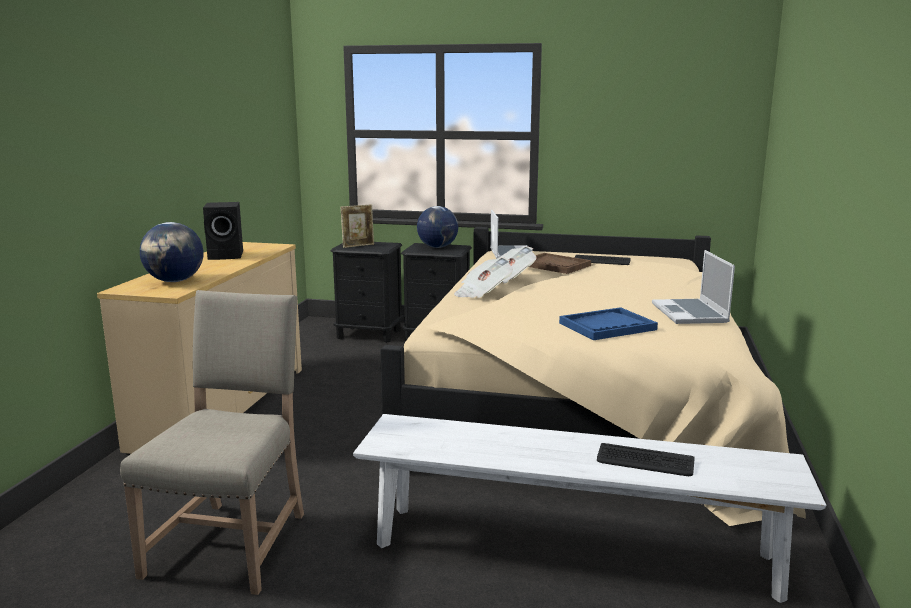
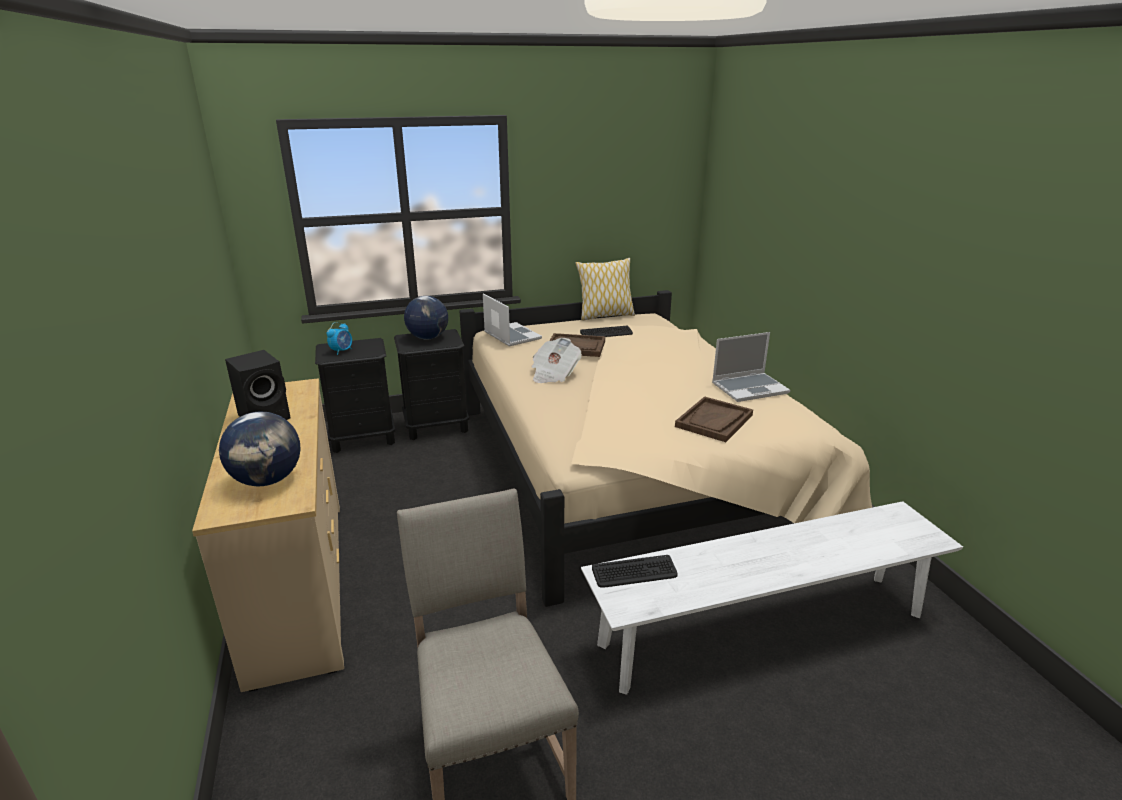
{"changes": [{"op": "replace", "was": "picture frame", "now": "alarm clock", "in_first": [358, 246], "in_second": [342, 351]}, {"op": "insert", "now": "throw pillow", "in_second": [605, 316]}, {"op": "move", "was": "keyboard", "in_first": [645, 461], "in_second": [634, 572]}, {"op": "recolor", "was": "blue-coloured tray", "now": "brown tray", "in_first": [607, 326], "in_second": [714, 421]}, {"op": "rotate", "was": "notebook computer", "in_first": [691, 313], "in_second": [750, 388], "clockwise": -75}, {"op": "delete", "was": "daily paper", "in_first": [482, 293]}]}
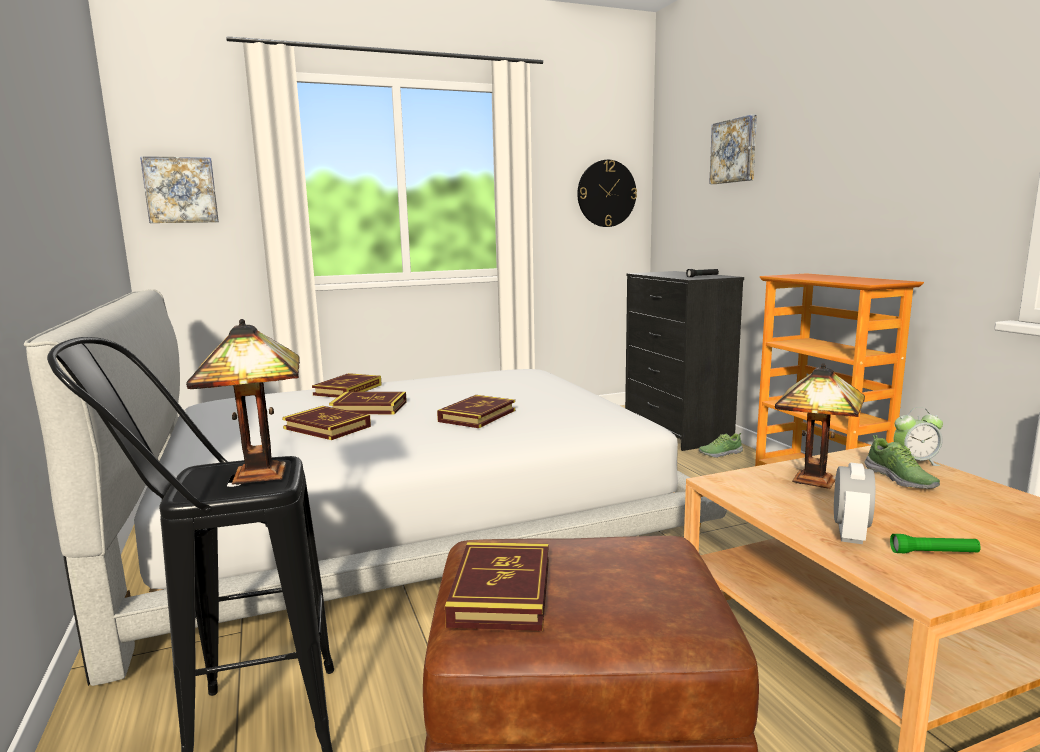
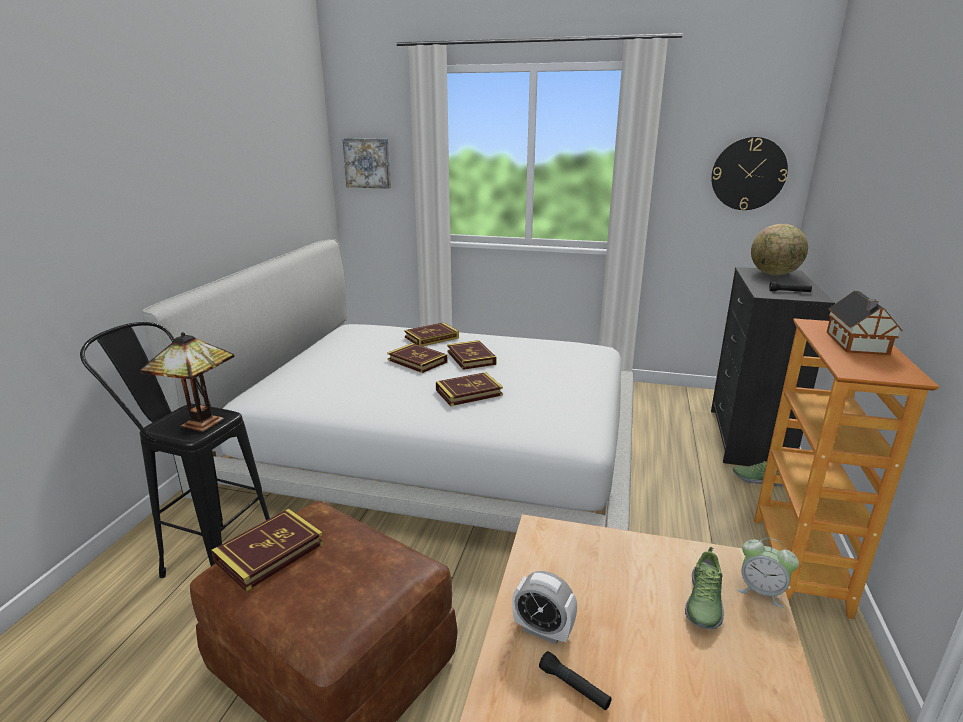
{"changes": [{"op": "move", "was": "bound book", "in_first": [327, 427], "in_second": [471, 358]}, {"op": "rotate", "was": "alarm clock", "in_first": [850, 534], "in_second": [543, 631], "clockwise": 60}, {"op": "recolor", "was": "greenish hand torch", "now": "blackish hand torch", "in_first": [934, 553], "in_second": [574, 687]}, {"op": "insert", "now": "world globe", "in_second": [774, 274]}, {"op": "insert", "now": "toy house", "in_second": [857, 344]}, {"op": "delete", "was": "wall art", "in_first": [735, 151]}, {"op": "delete", "was": "tabletop lamp", "in_first": [816, 481]}]}
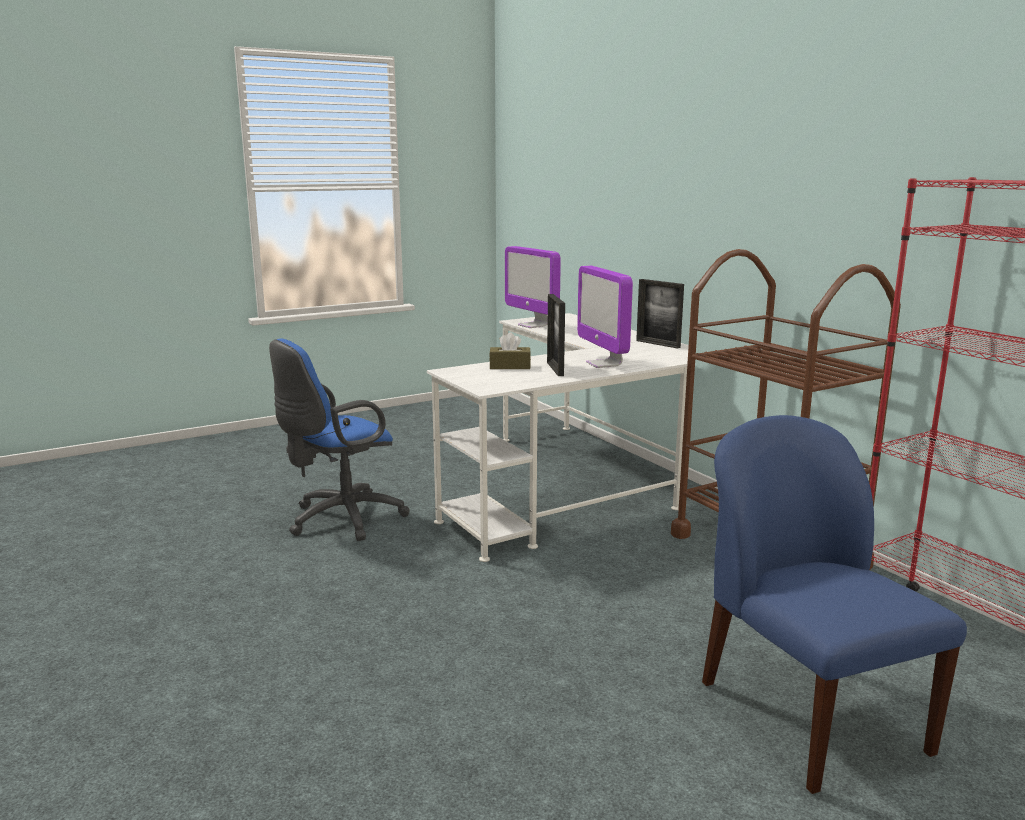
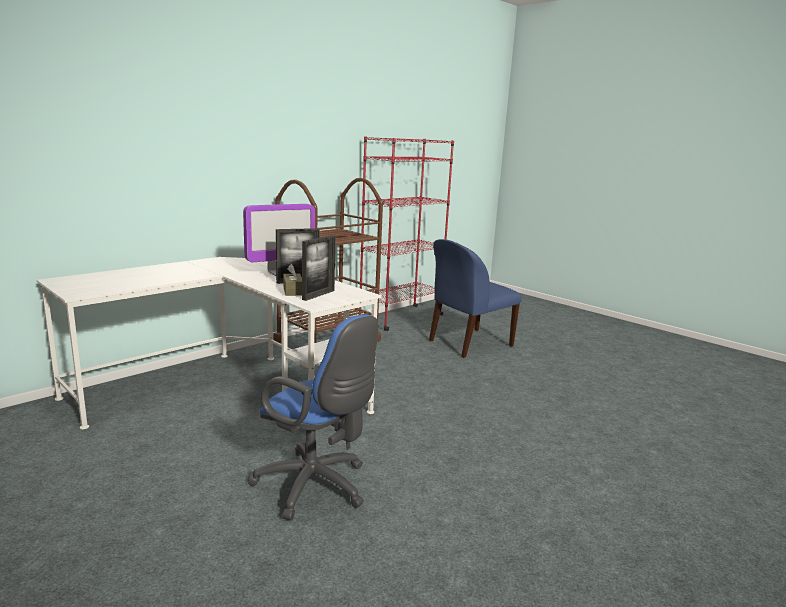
{"changes": [{"op": "move", "was": "picture frame", "in_first": [658, 344], "in_second": [318, 295]}, {"op": "delete", "was": "monitor", "in_first": [533, 325]}]}
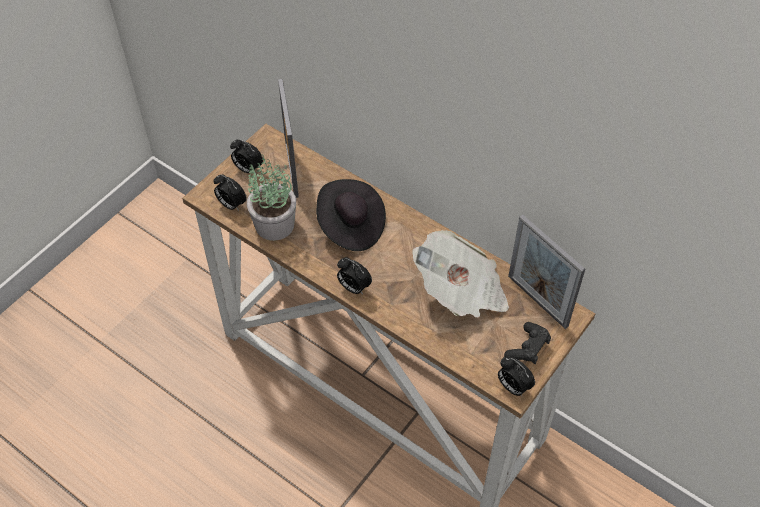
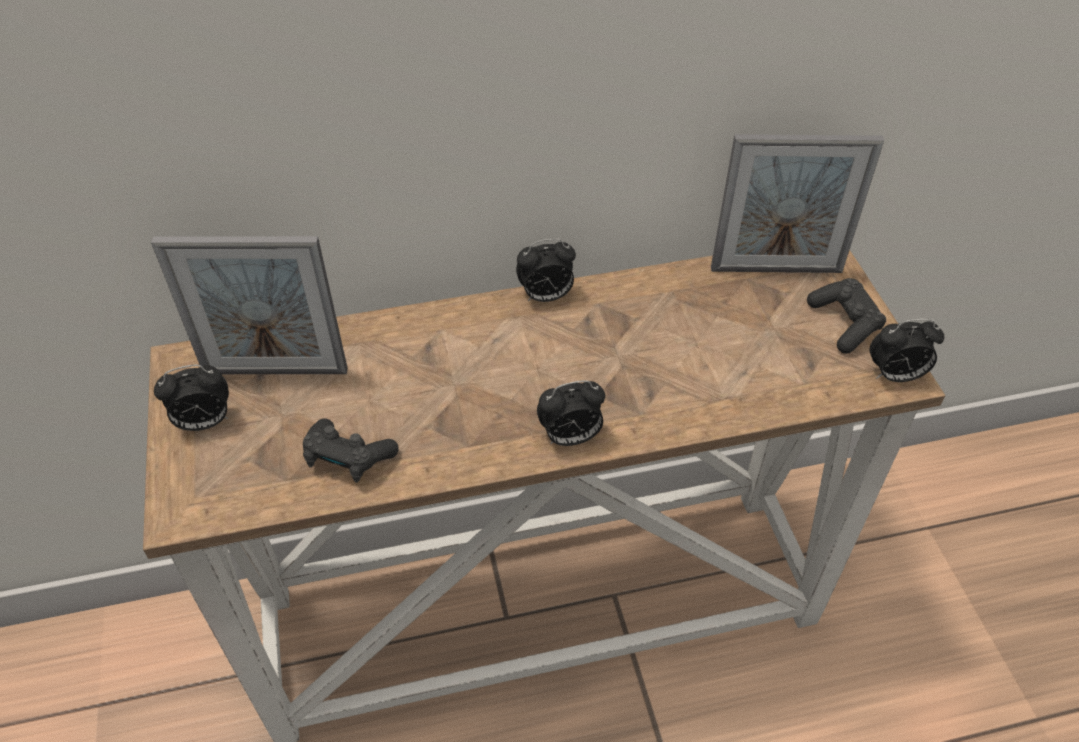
{"changes": [{"op": "rotate", "was": "picture frame", "in_first": [292, 169], "in_second": [275, 371], "clockwise": 150}, {"op": "replace", "was": "potted plant", "now": "blackish gamepad", "in_first": [273, 224], "in_second": [348, 459]}, {"op": "move", "was": "alarm clock", "in_first": [231, 204], "in_second": [545, 296]}, {"op": "delete", "was": "blackish clothing hat", "in_first": [350, 226]}, {"op": "delete", "was": "daily paper", "in_first": [461, 291]}]}
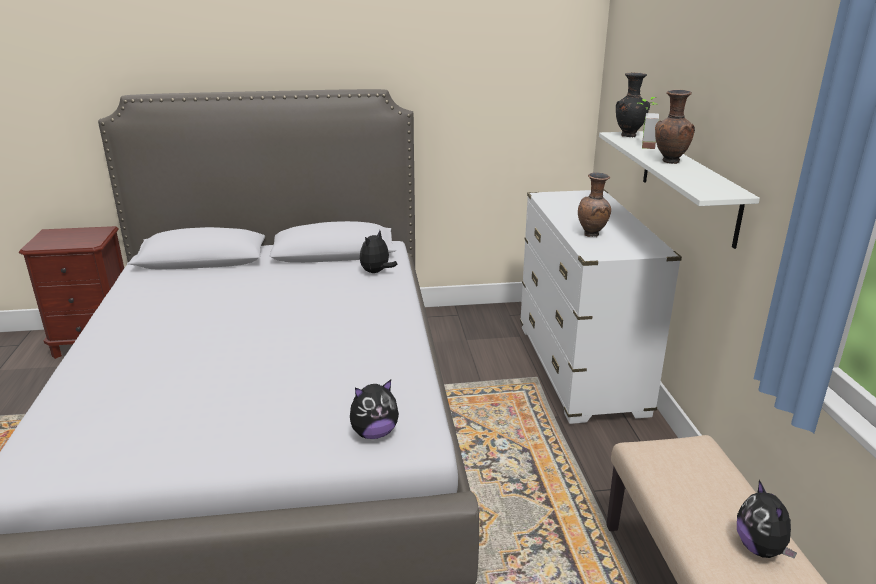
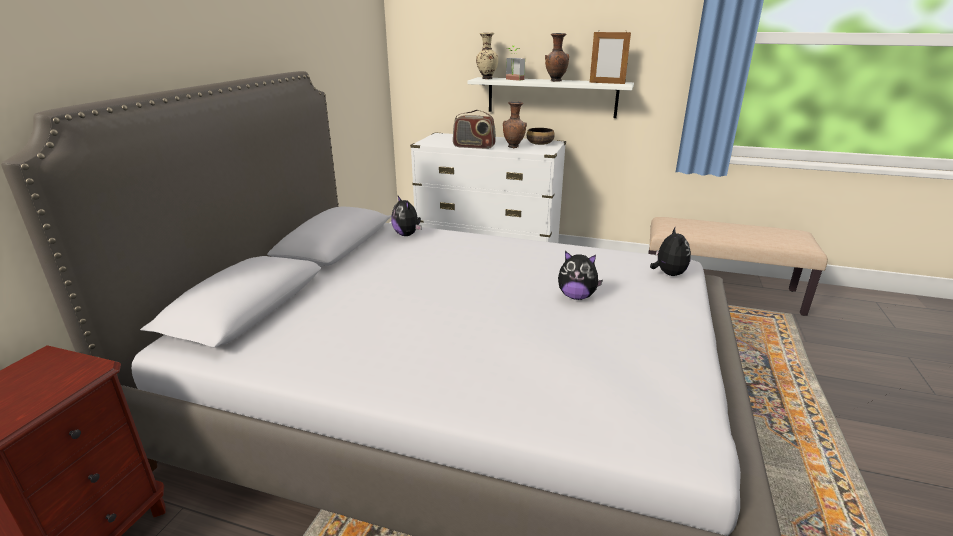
{"changes": [{"op": "insert", "now": "radio", "in_second": [474, 146]}, {"op": "recolor", "was": "blackish flower vase", "now": "beige flower vase", "in_first": [628, 135], "in_second": [486, 79]}, {"op": "insert", "now": "deep dish", "in_second": [539, 144]}, {"op": "move", "was": "cuddly toy", "in_first": [761, 548], "in_second": [576, 296]}, {"op": "insert", "now": "picture frame", "in_second": [607, 83]}]}
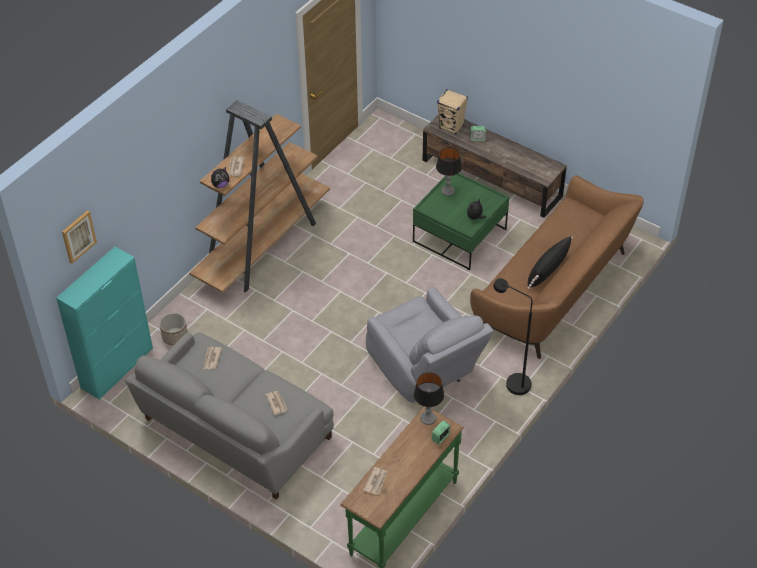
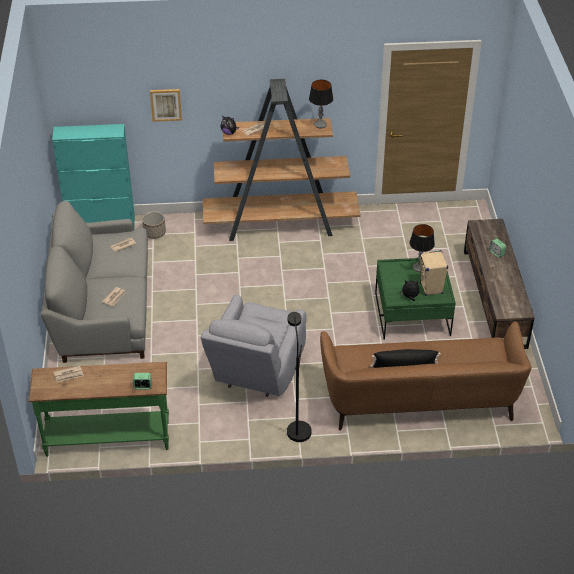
{"changes": [{"op": "move", "was": "wall art", "in_first": [78, 236], "in_second": [166, 104]}, {"op": "move", "was": "tabletop lamp", "in_first": [428, 418], "in_second": [320, 124]}, {"op": "move", "was": "beige speaker", "in_first": [451, 127], "in_second": [431, 288]}]}
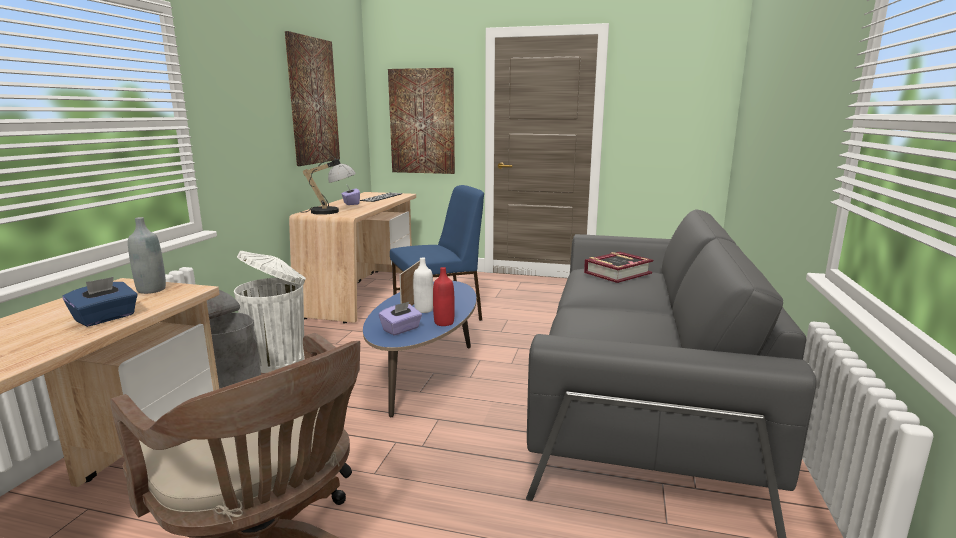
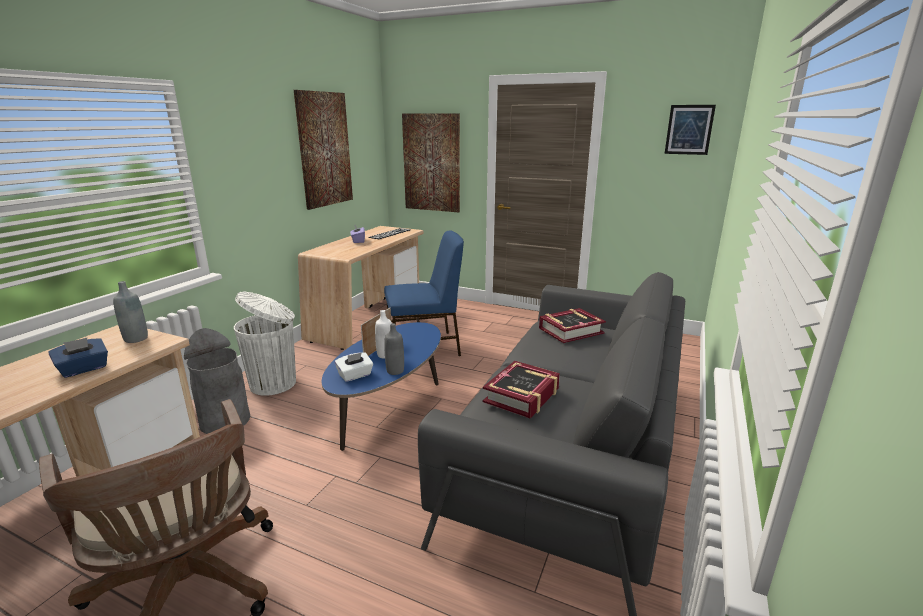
{"changes": [{"op": "recolor", "was": "purplish tissue box", "now": "whitish tissue box", "in_first": [401, 329], "in_second": [355, 375]}, {"op": "recolor", "was": "reddish drink bottle", "now": "greyish drink bottle", "in_first": [444, 322], "in_second": [395, 371]}, {"op": "insert", "now": "bound book", "in_second": [522, 395]}, {"op": "insert", "now": "wall art", "in_second": [689, 129]}, {"op": "delete", "was": "tabletop lamp", "in_first": [333, 212]}]}
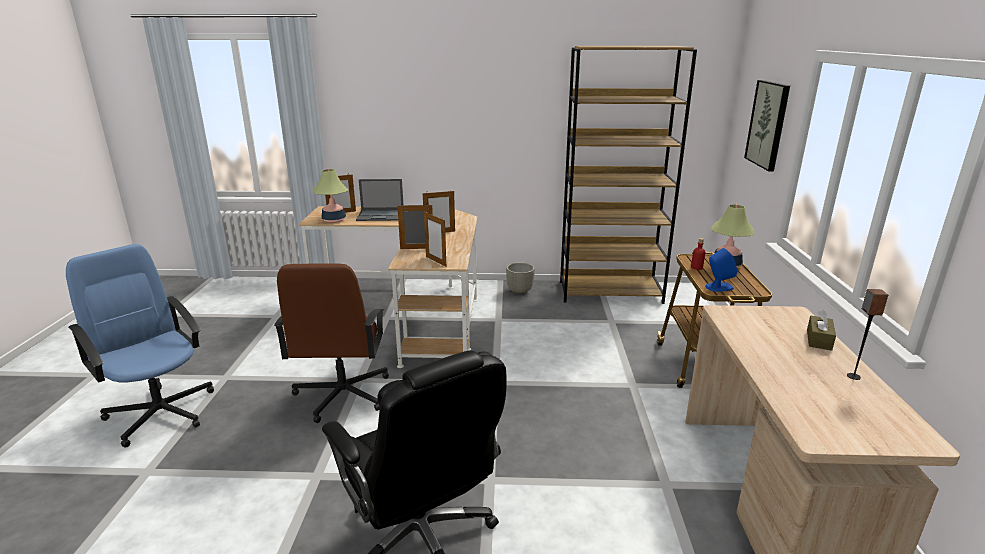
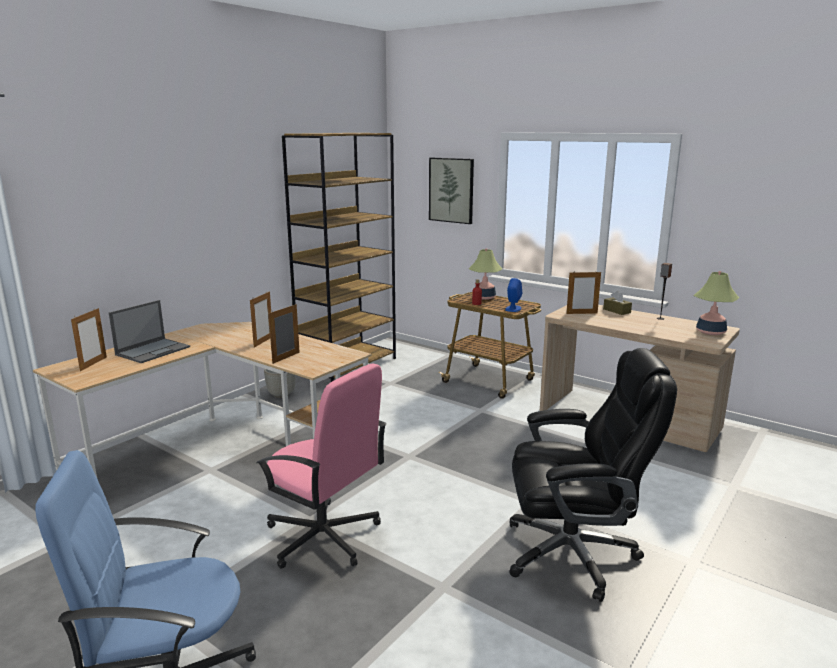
{"changes": [{"op": "recolor", "was": "brown office chair", "now": "pink office chair", "in_first": [342, 395], "in_second": [324, 537]}, {"op": "move", "was": "picture frame", "in_first": [436, 261], "in_second": [581, 313]}, {"op": "move", "was": "tabletop lamp", "in_first": [334, 220], "in_second": [710, 332]}]}
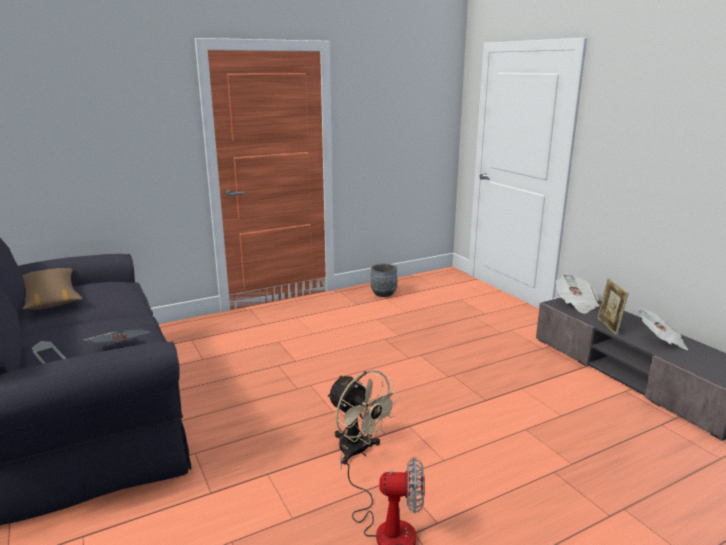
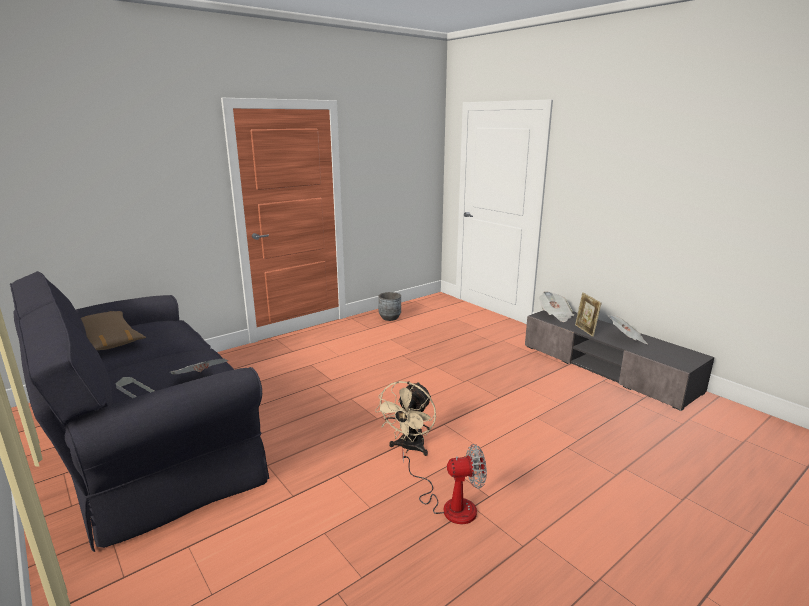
{"changes": [{"op": "rotate", "was": "beige electric fan", "in_first": [359, 451], "in_second": [409, 448], "clockwise": 75}]}
